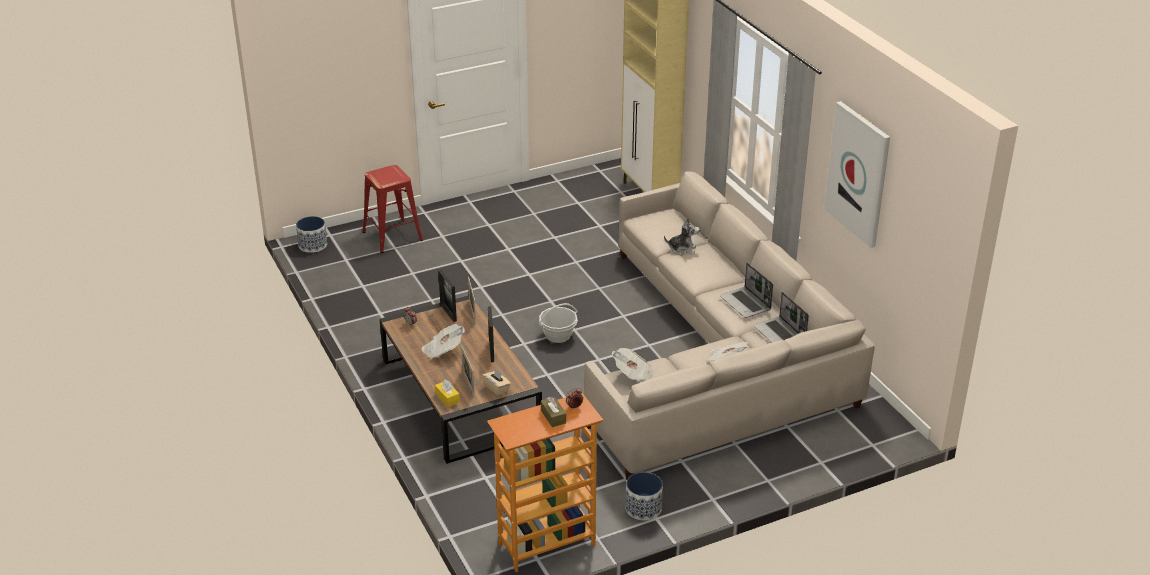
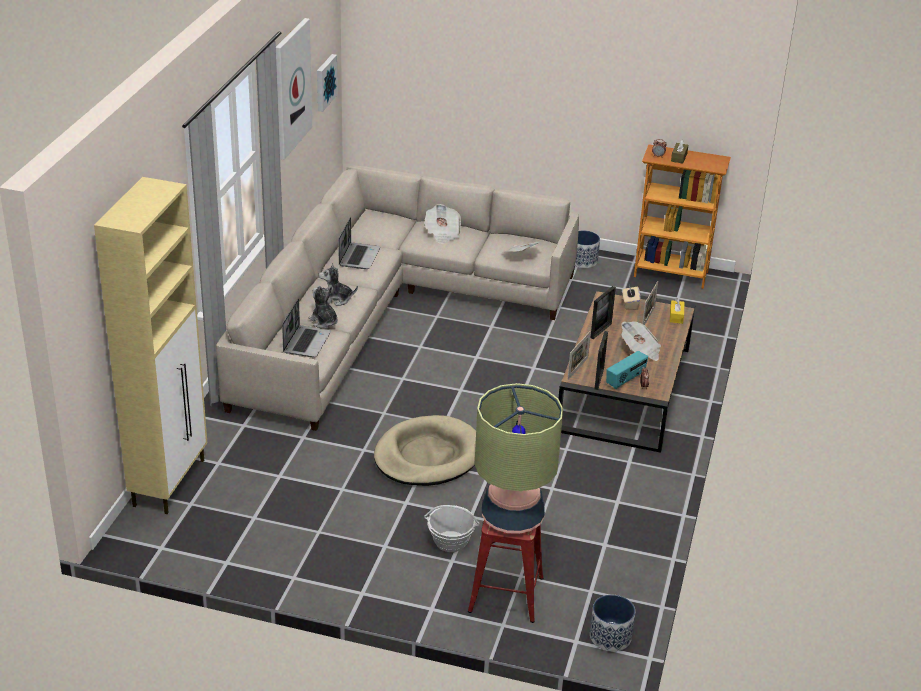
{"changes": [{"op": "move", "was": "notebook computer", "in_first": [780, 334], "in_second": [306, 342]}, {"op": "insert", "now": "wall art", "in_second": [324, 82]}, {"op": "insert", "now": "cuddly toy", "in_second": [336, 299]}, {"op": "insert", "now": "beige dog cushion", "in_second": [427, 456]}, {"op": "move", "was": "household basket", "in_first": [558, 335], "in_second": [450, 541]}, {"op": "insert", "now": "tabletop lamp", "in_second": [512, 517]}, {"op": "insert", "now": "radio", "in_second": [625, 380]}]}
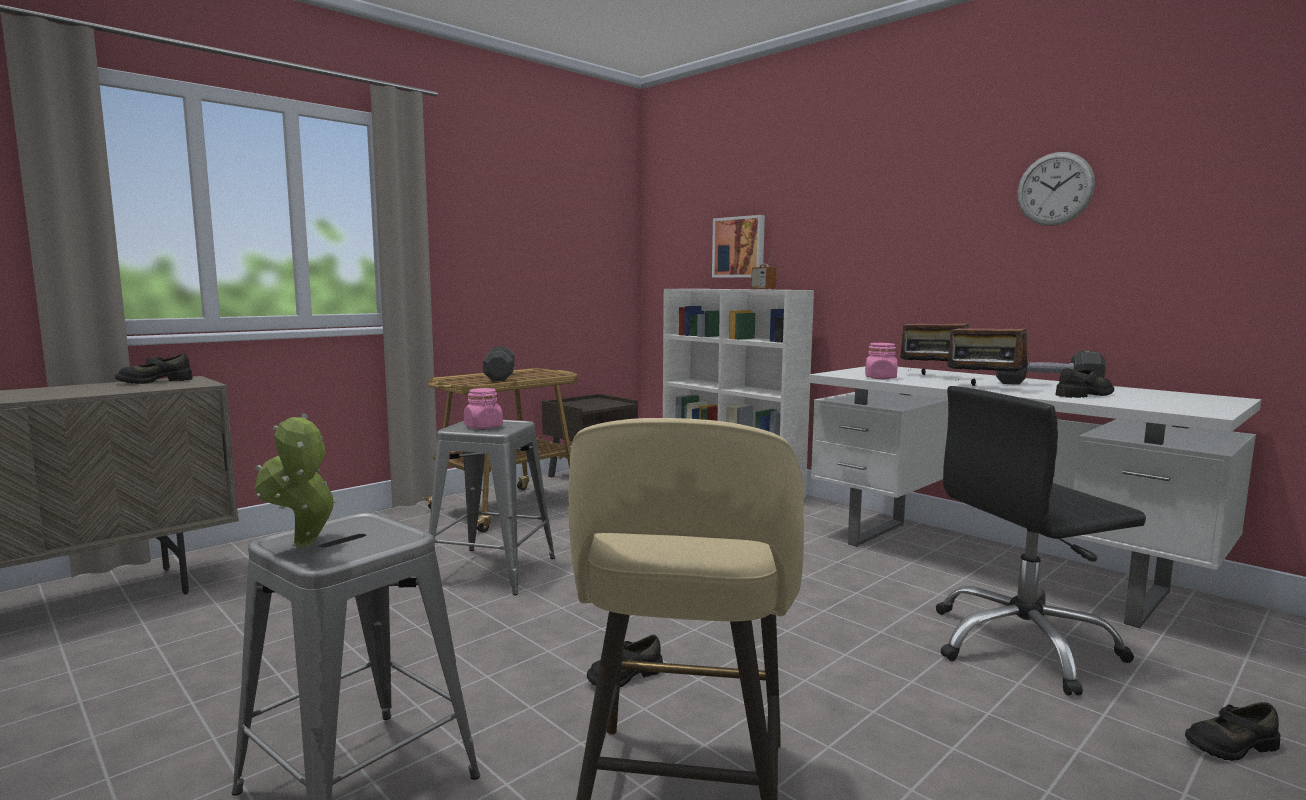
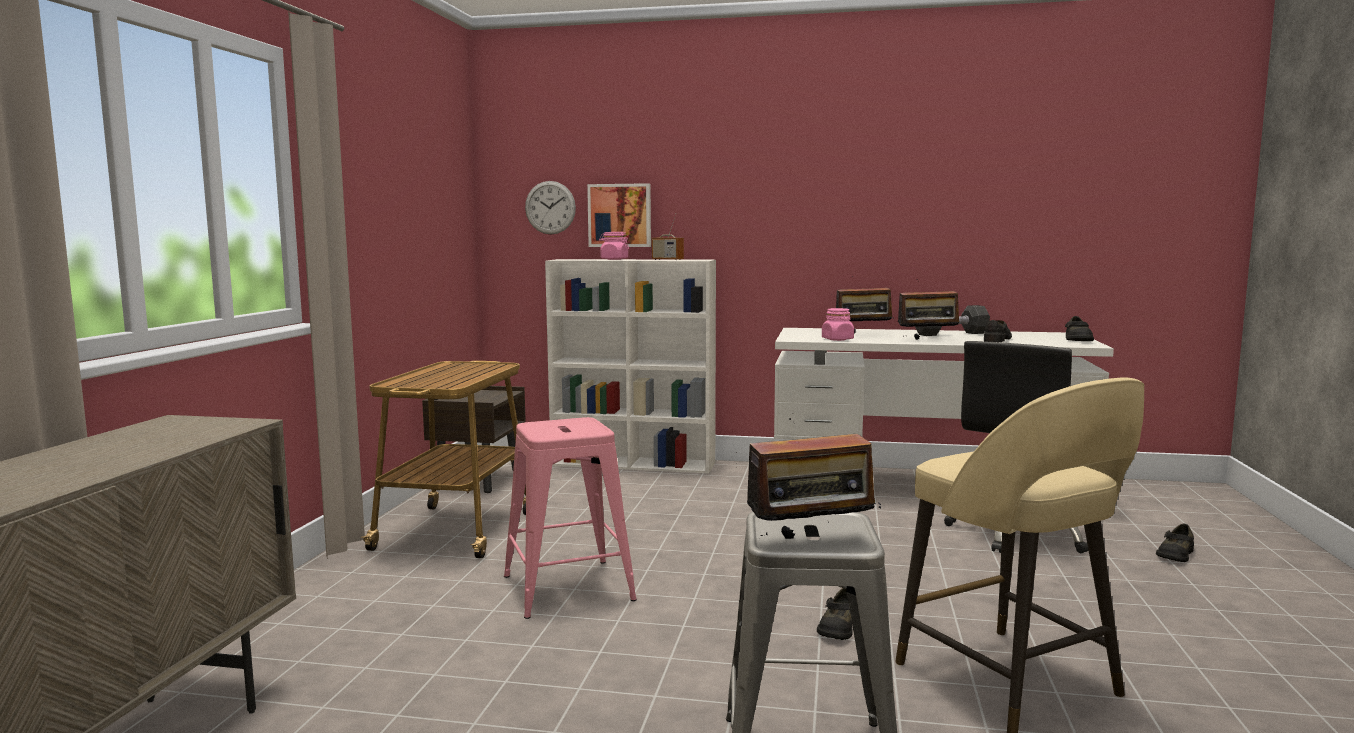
{"changes": [{"op": "recolor", "was": "greyish stool seat", "now": "pink stool seat", "in_first": [491, 570], "in_second": [567, 588]}, {"op": "move", "was": "clock on the wall", "in_first": [1054, 189], "in_second": [550, 207]}, {"op": "move", "was": "pink storage jar", "in_first": [483, 427], "in_second": [614, 259]}, {"op": "replace", "was": "potted plant", "now": "radio", "in_first": [305, 546], "in_second": [811, 541]}, {"op": "move", "was": "blackish low shoe", "in_first": [155, 381], "in_second": [1077, 339]}, {"op": "delete", "was": "blackish free weight", "in_first": [499, 376]}]}
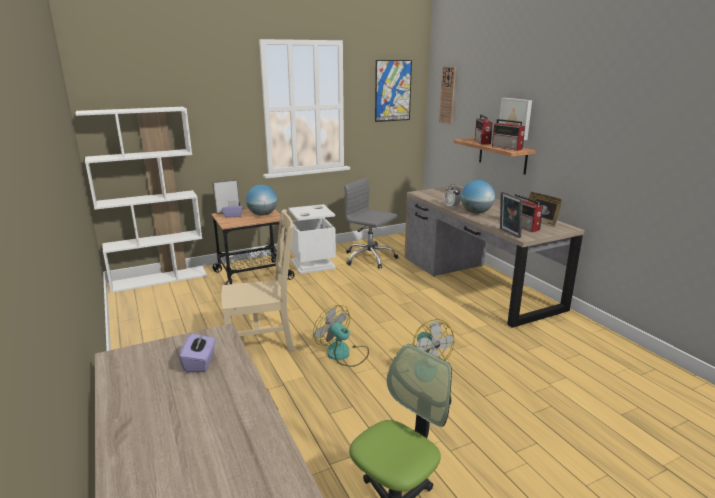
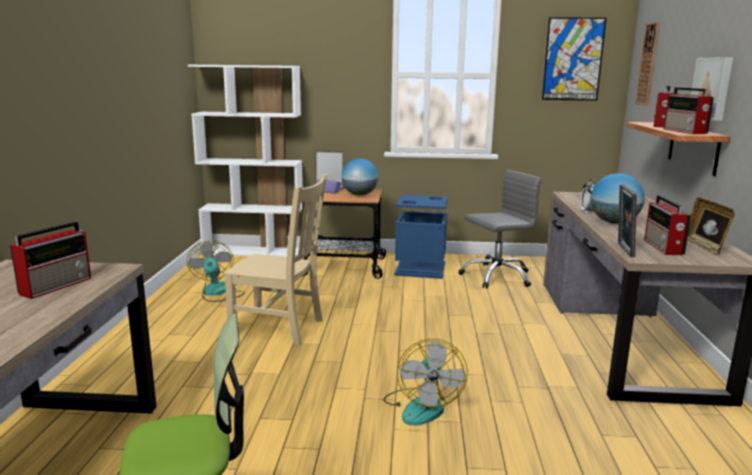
{"changes": [{"op": "replace", "was": "purplish tissue box", "now": "radio", "in_first": [200, 363], "in_second": [57, 285]}, {"op": "move", "was": "electric fan", "in_first": [343, 354], "in_second": [217, 293]}, {"op": "recolor", "was": "whitish waste bin", "now": "blue-coloured waste bin", "in_first": [312, 264], "in_second": [420, 269]}, {"op": "rotate", "was": "greyish office chair", "in_first": [369, 258], "in_second": [496, 276], "clockwise": 90}]}
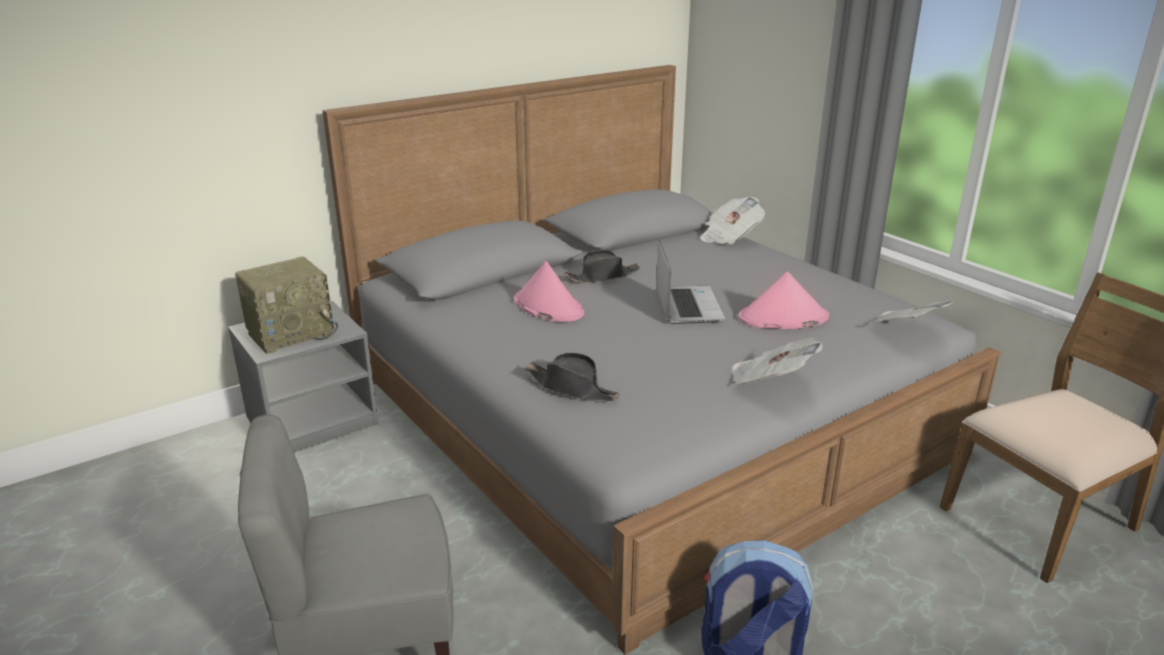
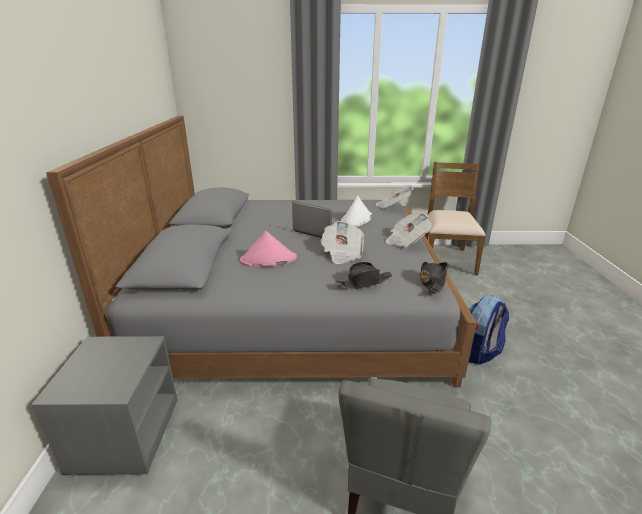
{"changes": [{"op": "move", "was": "daily paper", "in_first": [730, 237], "in_second": [342, 254]}, {"op": "recolor", "was": "pink clothing hat", "now": "whitish clothing hat", "in_first": [782, 318], "in_second": [356, 219]}, {"op": "move", "was": "blackish clothing hat", "in_first": [602, 276], "in_second": [432, 281]}, {"op": "delete", "was": "radio", "in_first": [292, 333]}]}
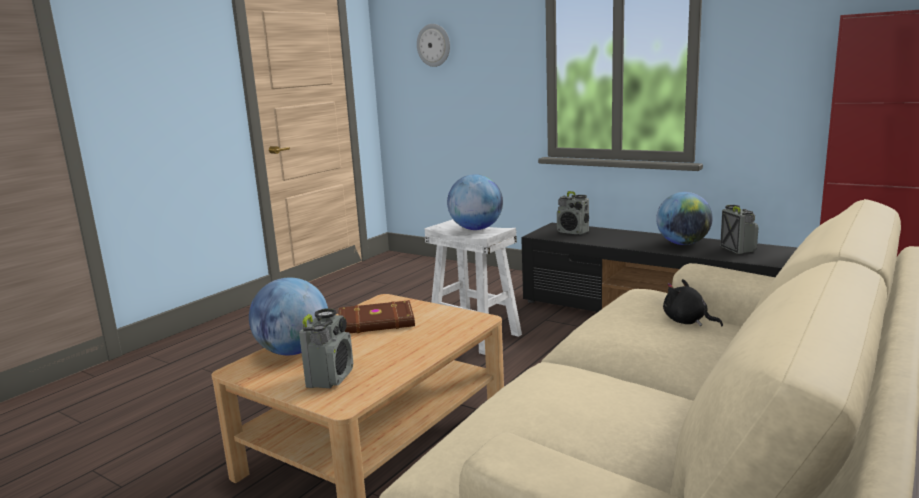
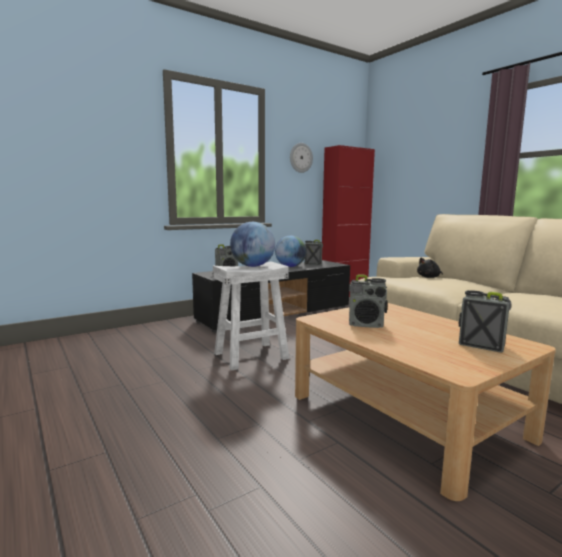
{"changes": [{"op": "move", "was": "clock on the wall", "in_first": [434, 45], "in_second": [300, 157]}, {"op": "replace", "was": "brown bound book", "now": "radio", "in_first": [376, 322], "in_second": [366, 325]}, {"op": "delete", "was": "world globe", "in_first": [293, 351]}]}
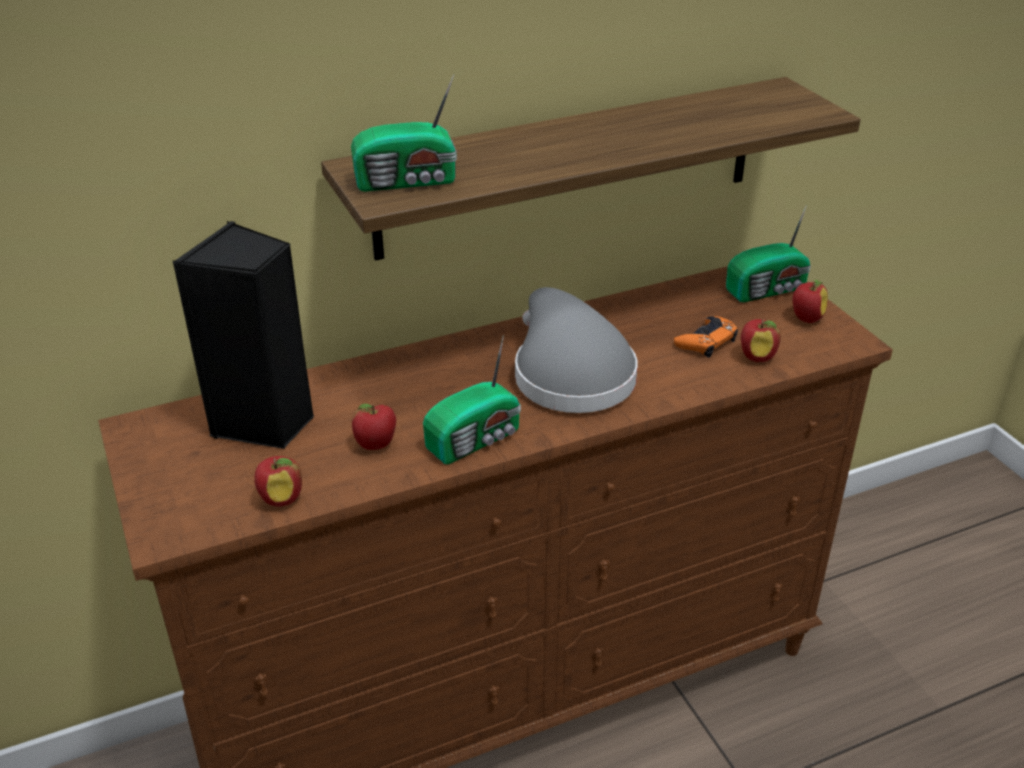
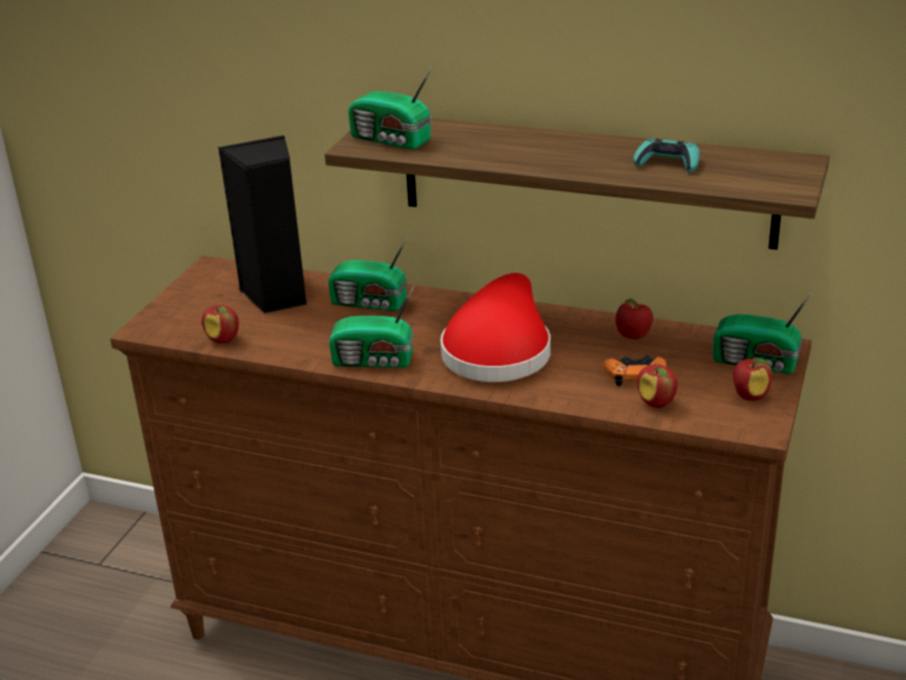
{"changes": [{"op": "insert", "now": "radio", "in_second": [370, 303]}, {"op": "recolor", "was": "greyish clothing hat", "now": "reddish clothing hat", "in_first": [569, 374], "in_second": [499, 350]}, {"op": "move", "was": "whole apple", "in_first": [376, 445], "in_second": [632, 337]}, {"op": "insert", "now": "turquoise-coloured gamepad", "in_second": [667, 163]}]}
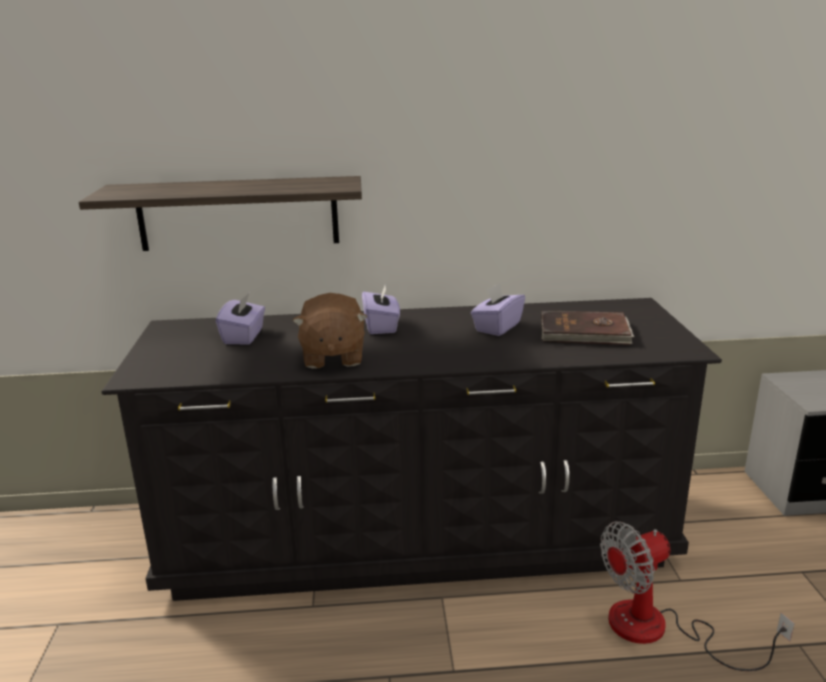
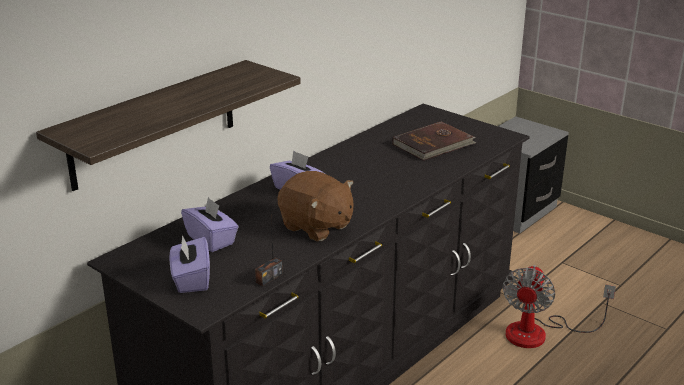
{"changes": [{"op": "move", "was": "purplish tissue box", "in_first": [497, 327], "in_second": [191, 279]}, {"op": "insert", "now": "radio", "in_second": [269, 278]}]}
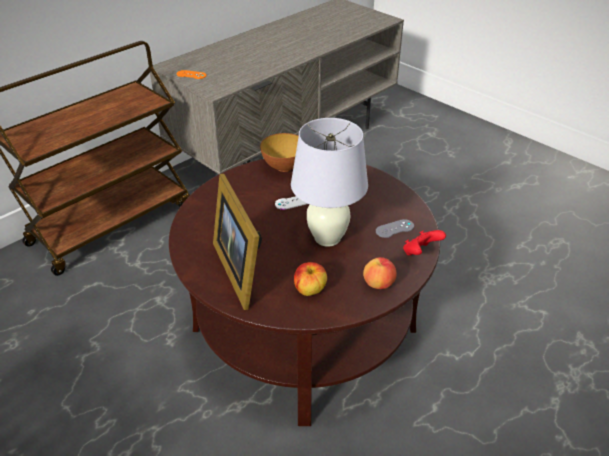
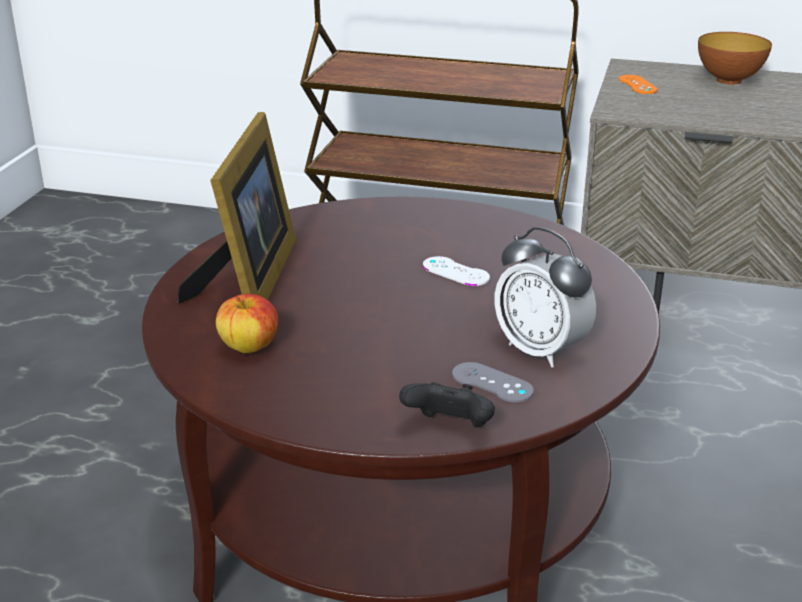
{"changes": [{"op": "rotate", "was": "picture frame", "in_first": [241, 269], "in_second": [250, 281], "clockwise": 150}, {"op": "recolor", "was": "reddish gamepad", "now": "blackish gamepad", "in_first": [420, 253], "in_second": [450, 428]}, {"op": "insert", "now": "alarm clock", "in_second": [541, 350]}, {"op": "move", "was": "deep dish", "in_first": [284, 167], "in_second": [729, 80]}, {"op": "delete", "was": "whitish tabletop lamp", "in_first": [327, 238]}, {"op": "delete", "was": "whole apple", "in_first": [379, 284]}]}
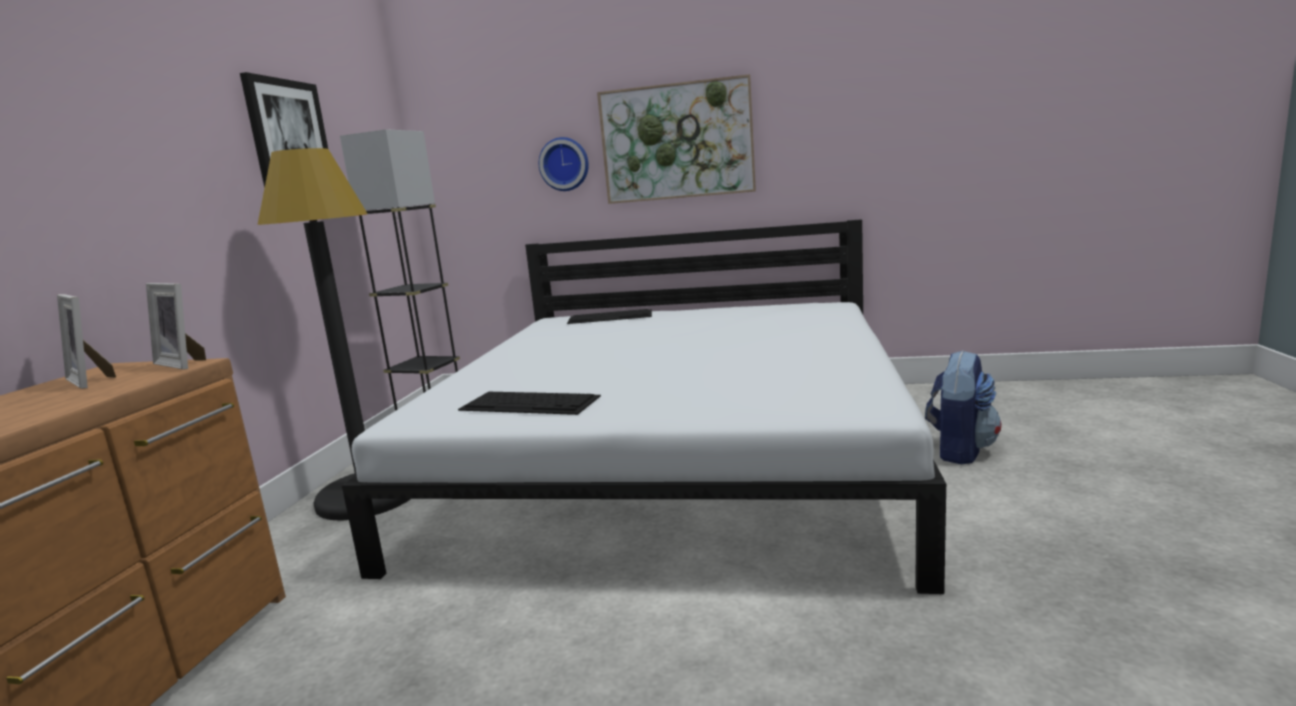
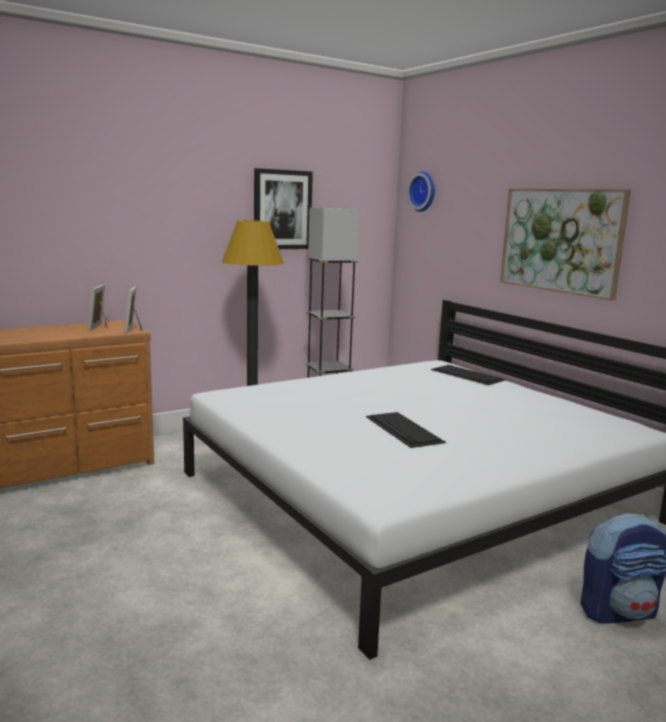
{"changes": [{"op": "move", "was": "keyboard", "in_first": [531, 403], "in_second": [404, 429]}, {"op": "move", "was": "clock on the wall", "in_first": [564, 164], "in_second": [424, 191]}]}
